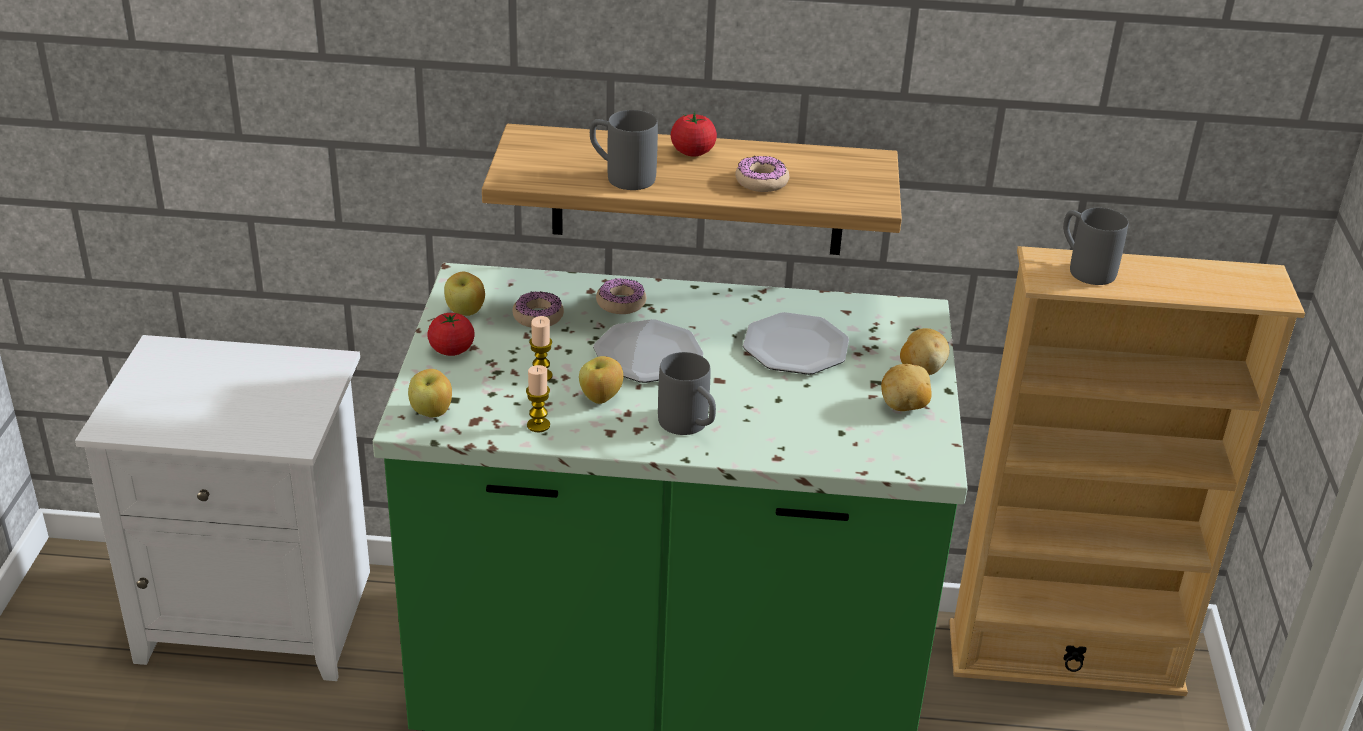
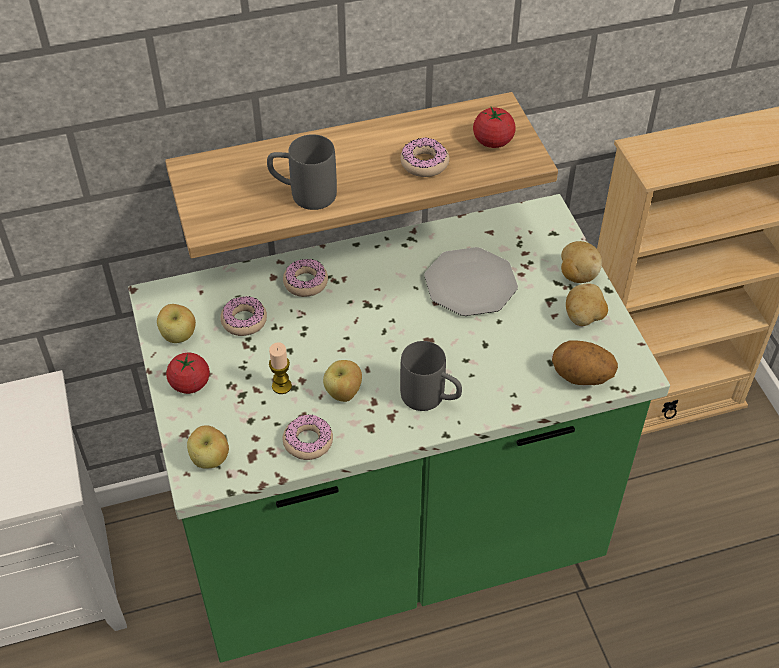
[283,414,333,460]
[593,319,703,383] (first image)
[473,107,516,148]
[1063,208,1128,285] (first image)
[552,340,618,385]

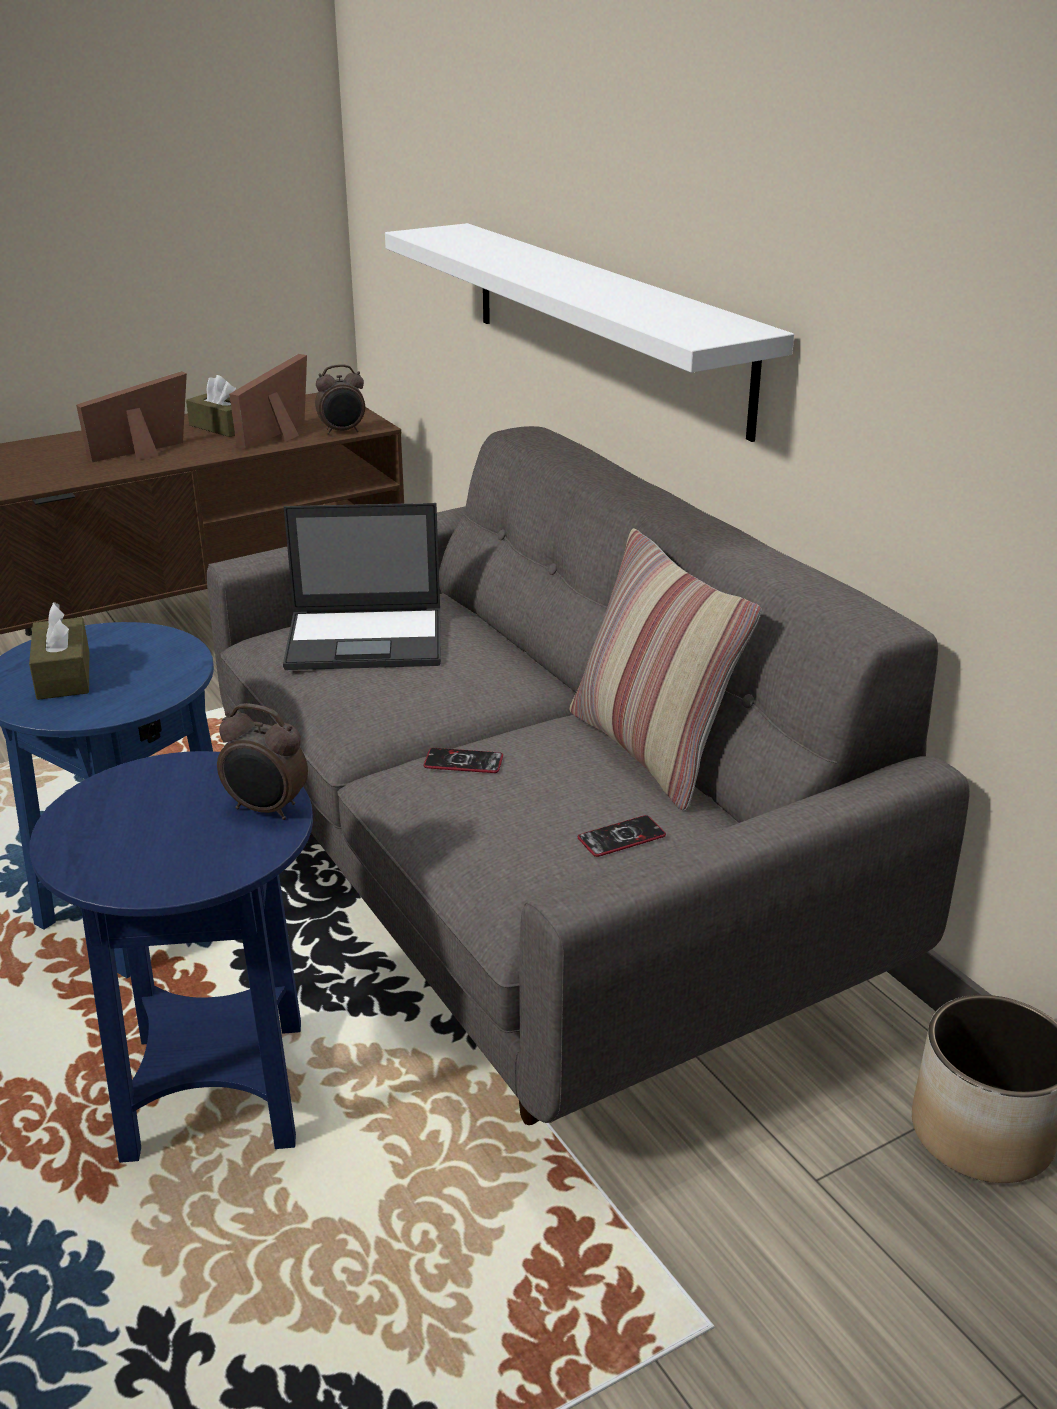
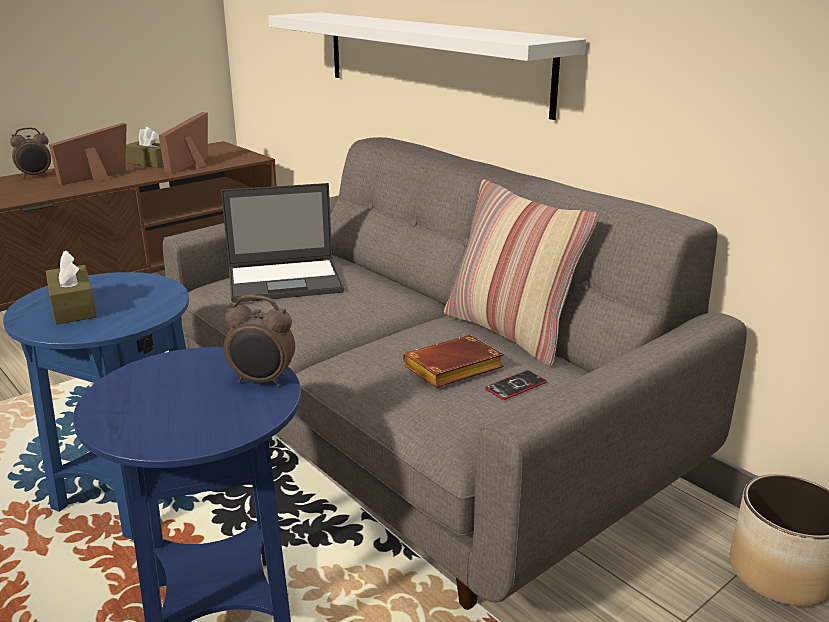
[10,127,51,179]
[423,748,503,773] (first image)
[403,335,504,388]

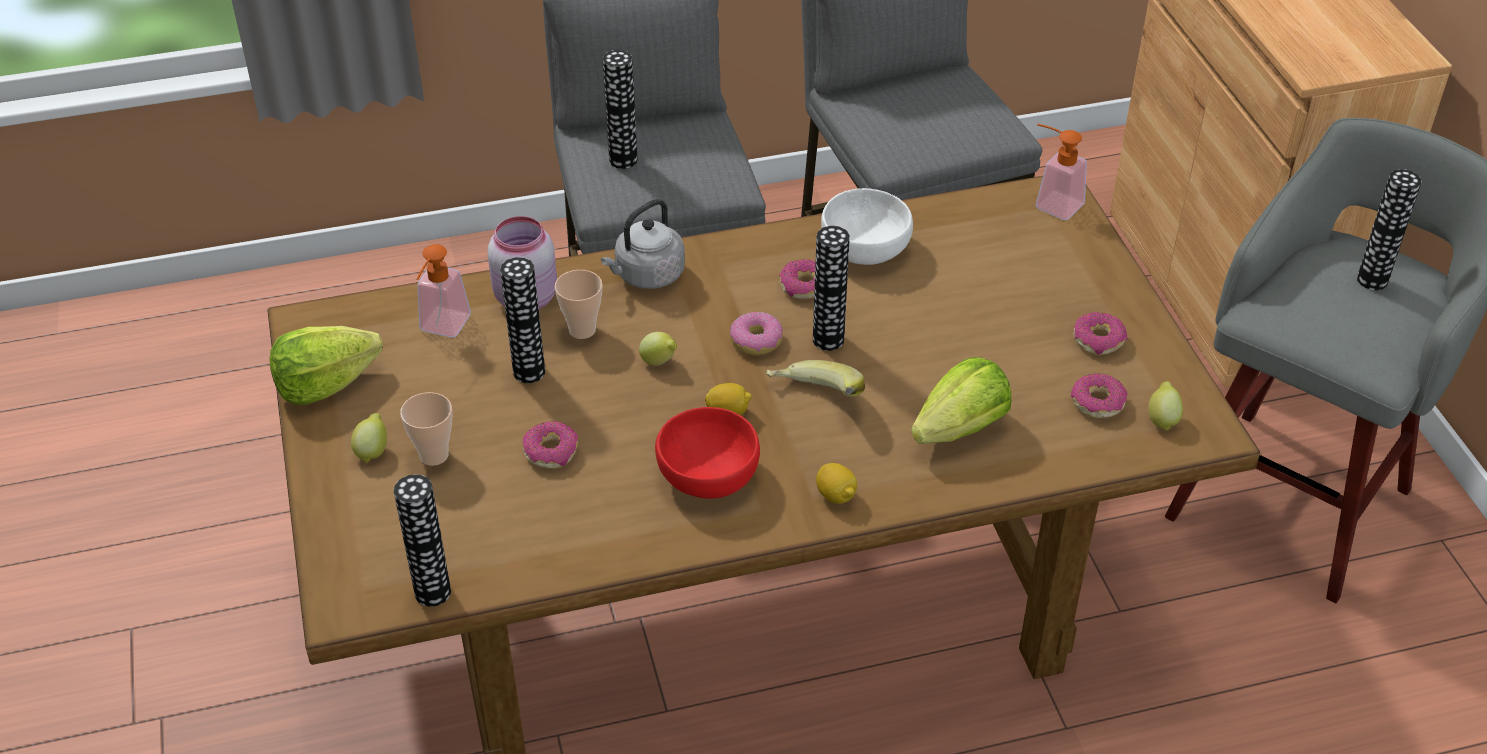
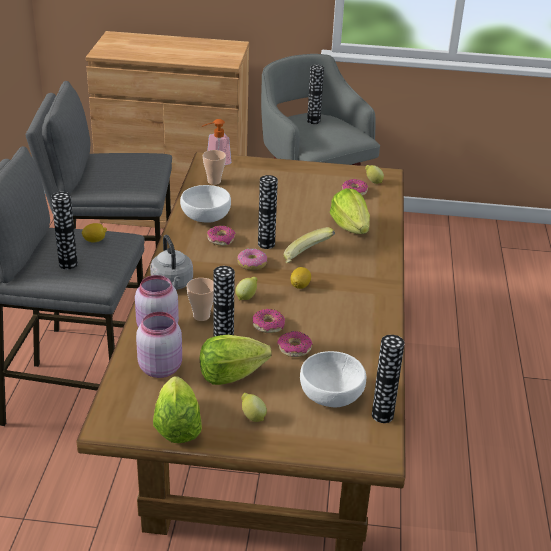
[203,150,226,185]
[136,312,182,378]
[655,407,760,499] (first image)
[82,223,107,243]
[253,309,285,333]
[200,335,272,385]
[300,351,367,408]

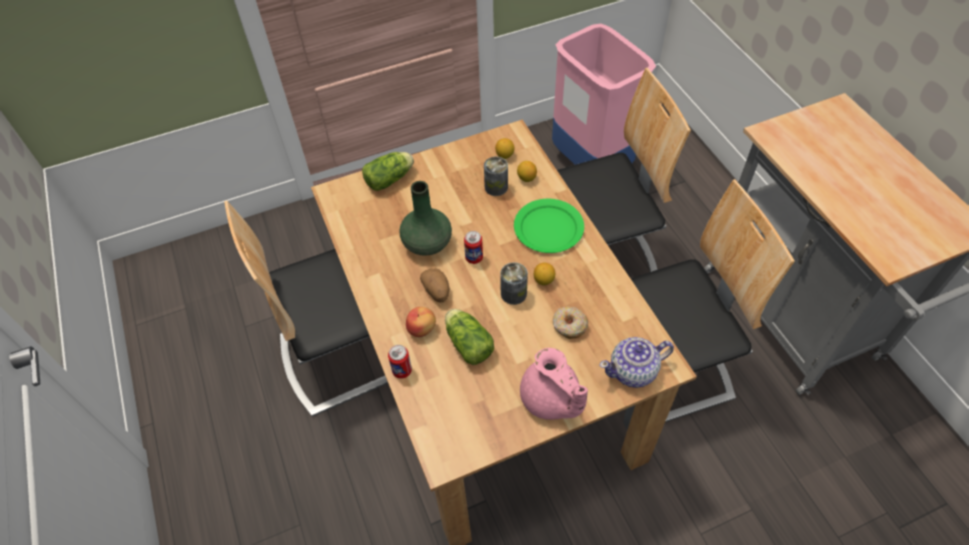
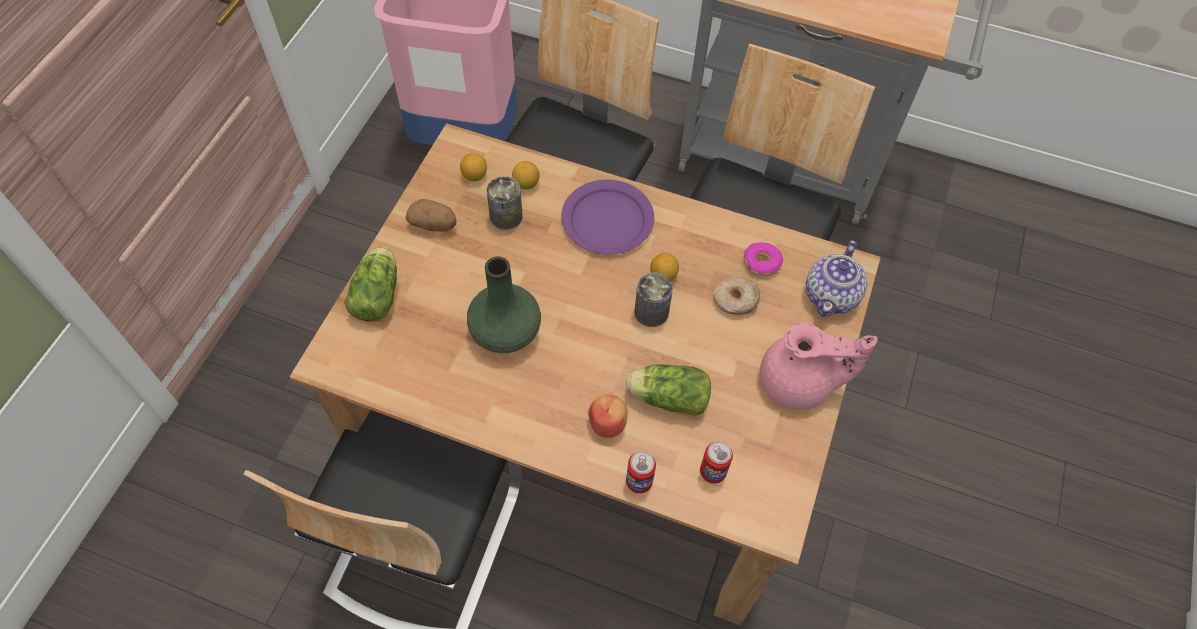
[406,199,457,232]
[700,441,733,484]
[561,179,654,254]
[744,242,783,277]

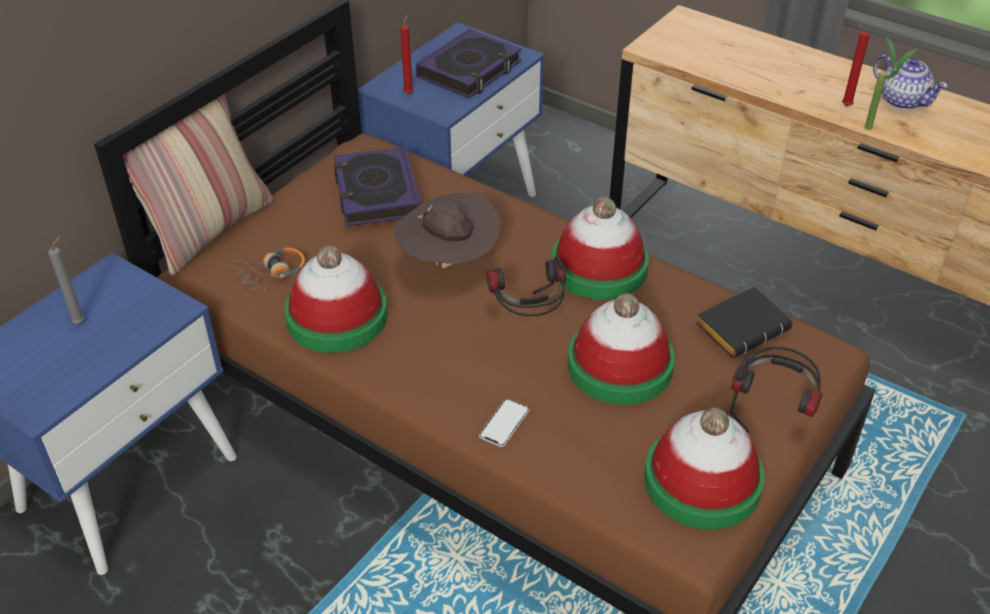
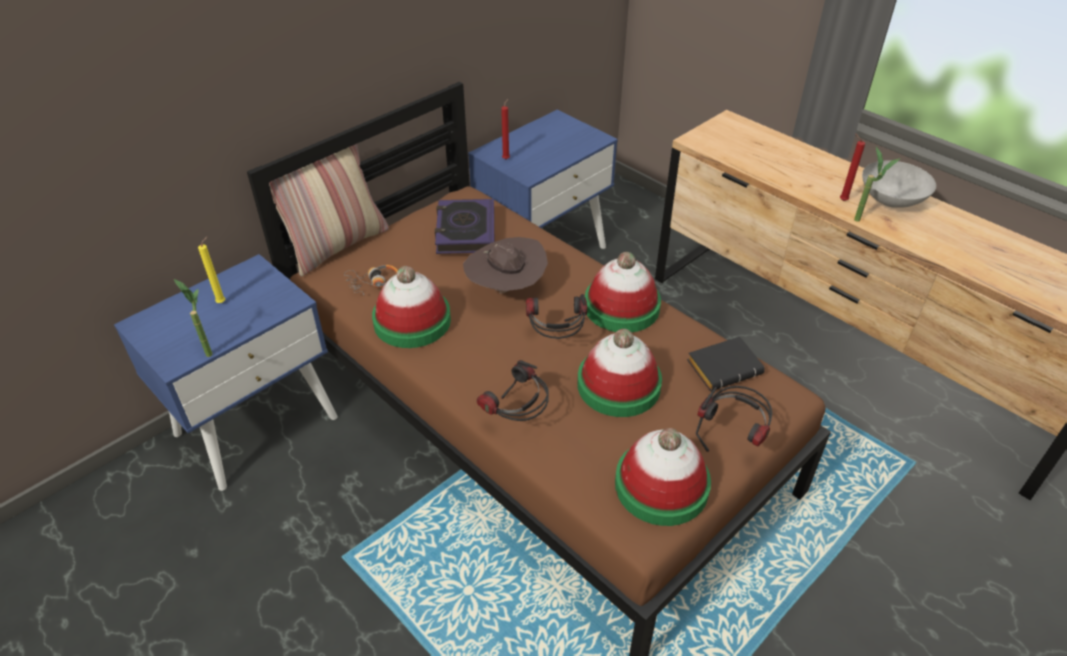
[198,236,225,303]
[416,29,521,98] (first image)
[477,360,549,421]
[862,161,936,208]
[174,279,212,357]

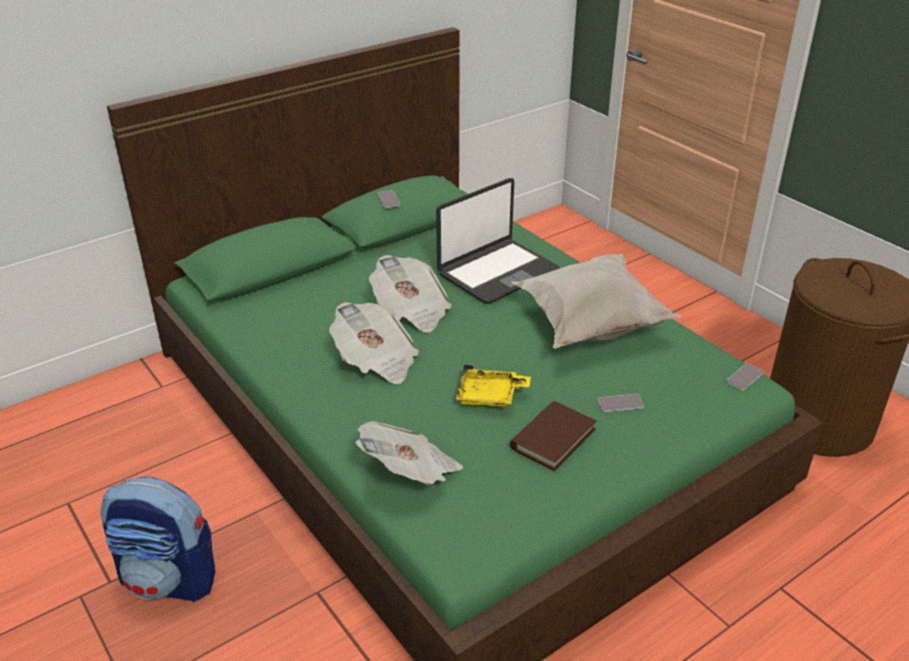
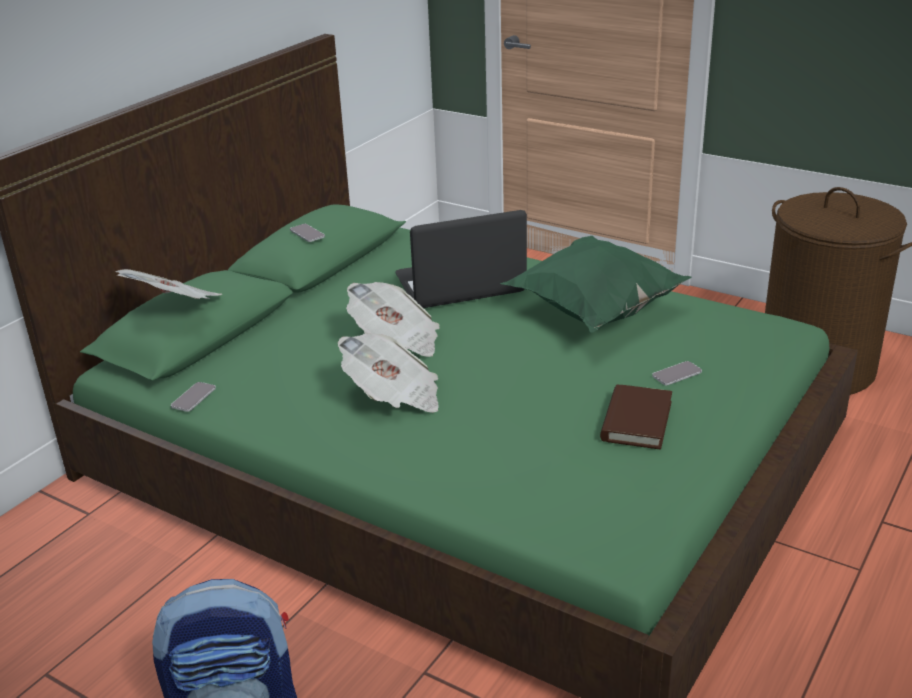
[115,269,222,299]
[395,210,527,308]
[456,364,531,407] (first image)
[500,236,692,333]
[171,382,216,412]

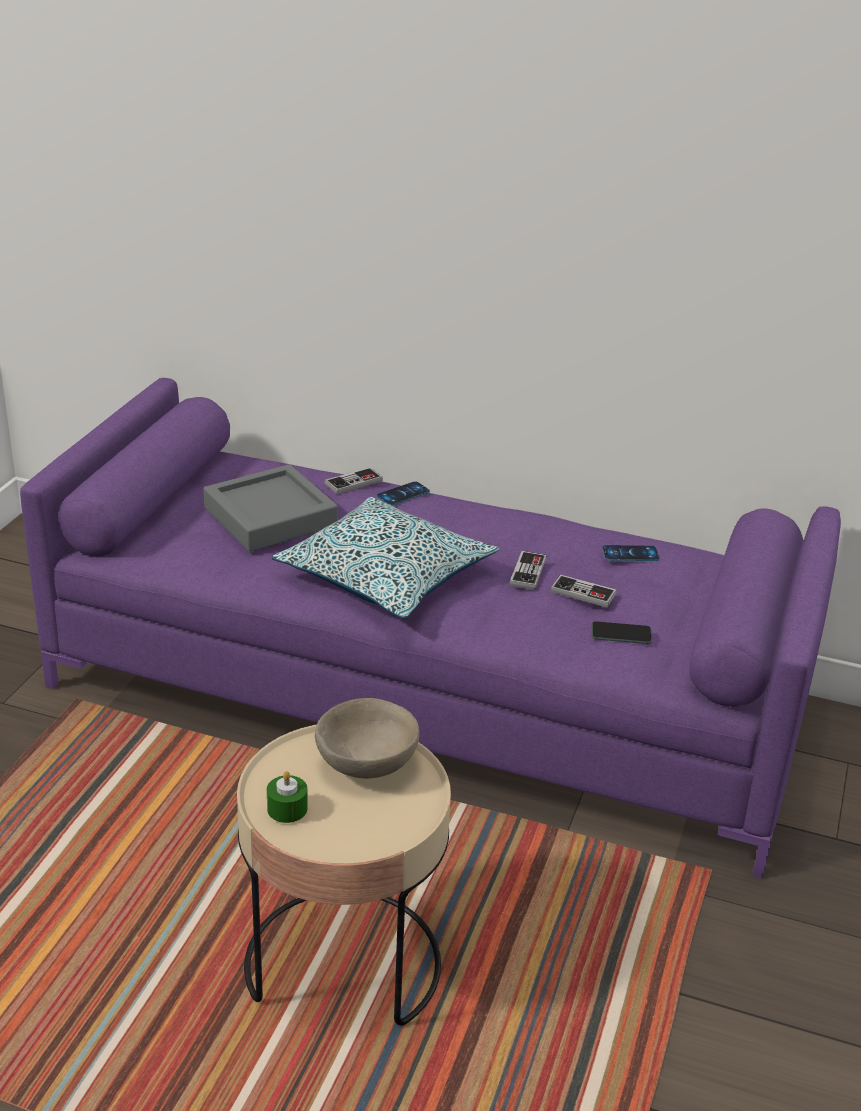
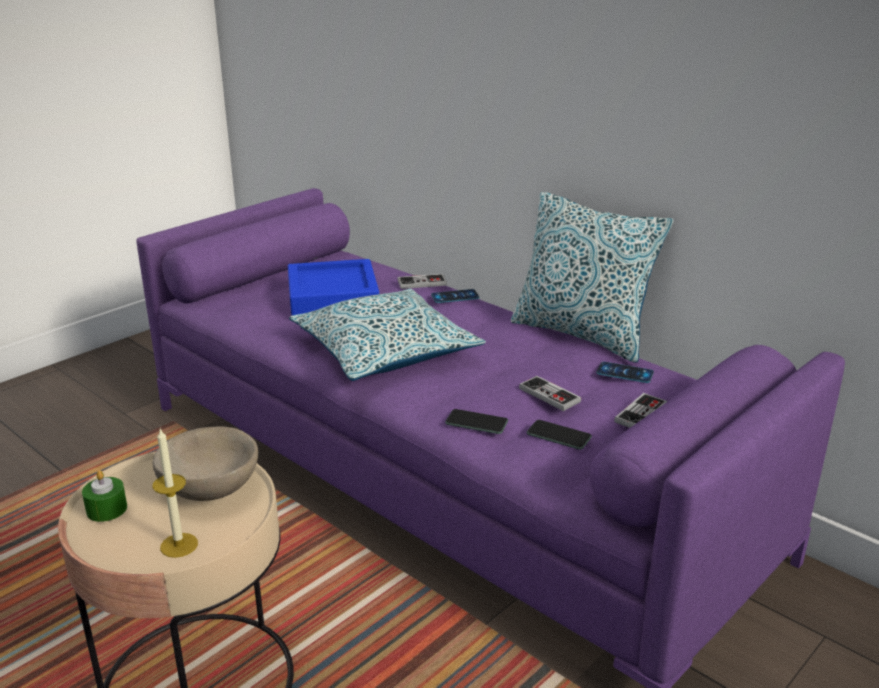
[288,259,379,316]
[614,393,667,428]
[152,428,198,558]
[445,409,508,434]
[511,192,674,363]

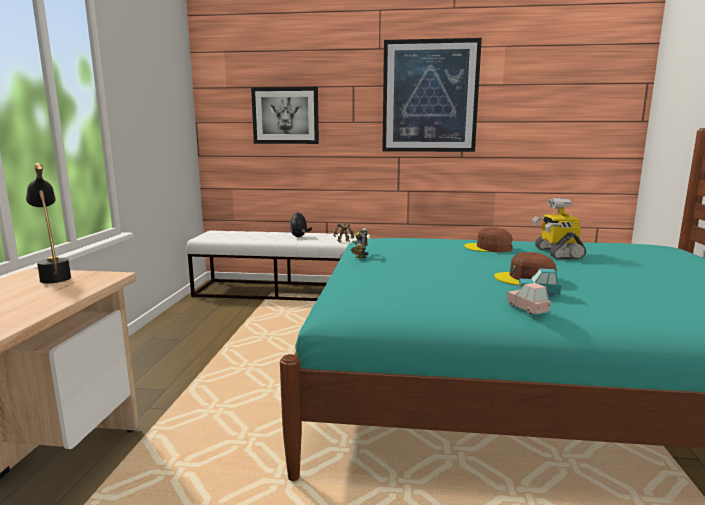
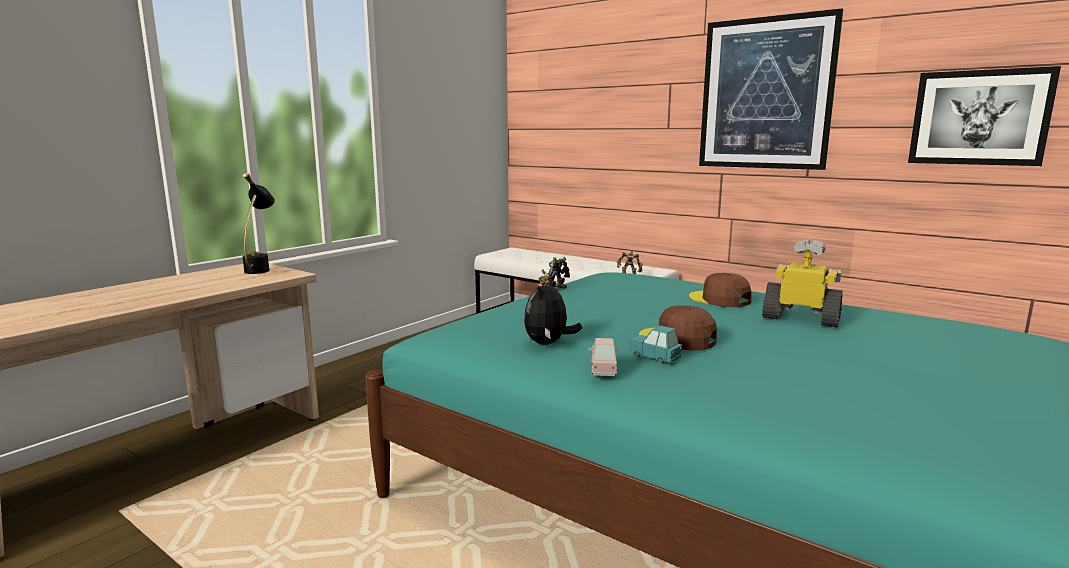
[908,66,1061,166]
[524,277,582,345]
[762,239,843,328]

